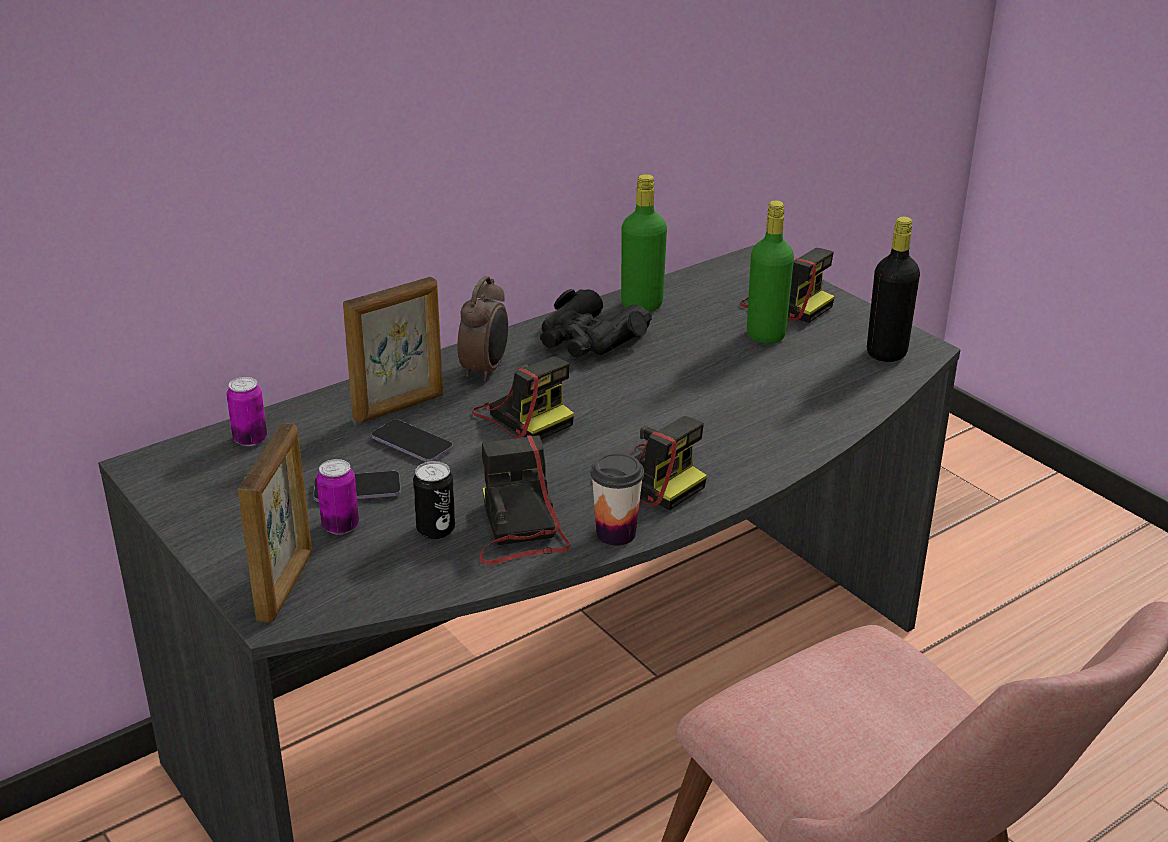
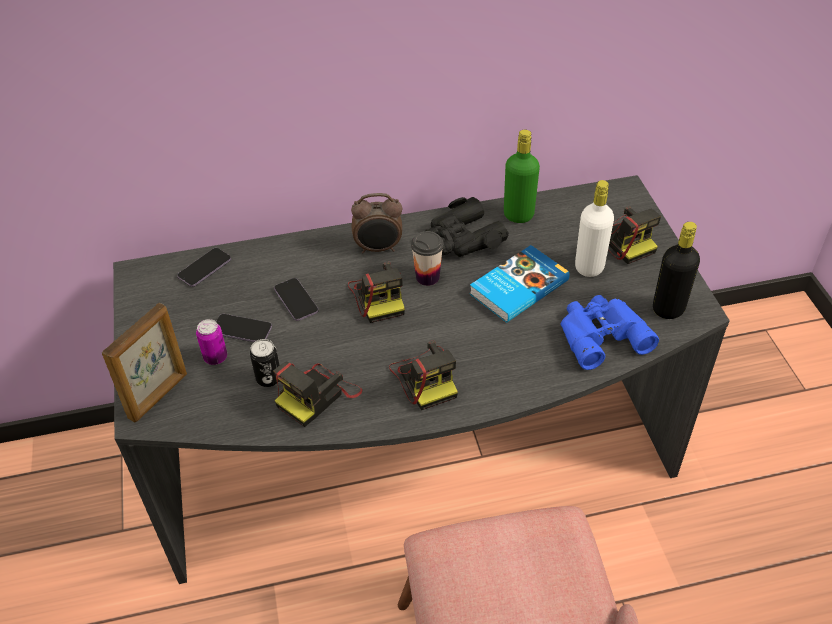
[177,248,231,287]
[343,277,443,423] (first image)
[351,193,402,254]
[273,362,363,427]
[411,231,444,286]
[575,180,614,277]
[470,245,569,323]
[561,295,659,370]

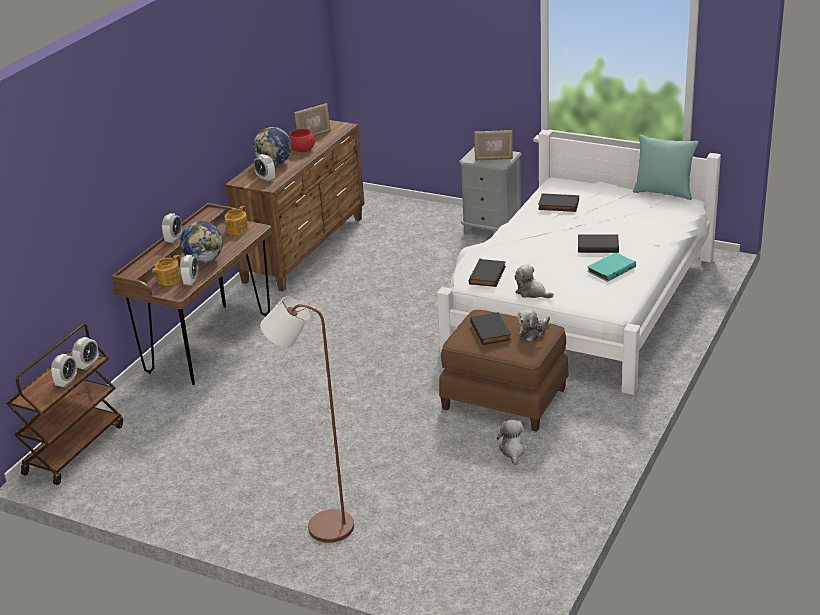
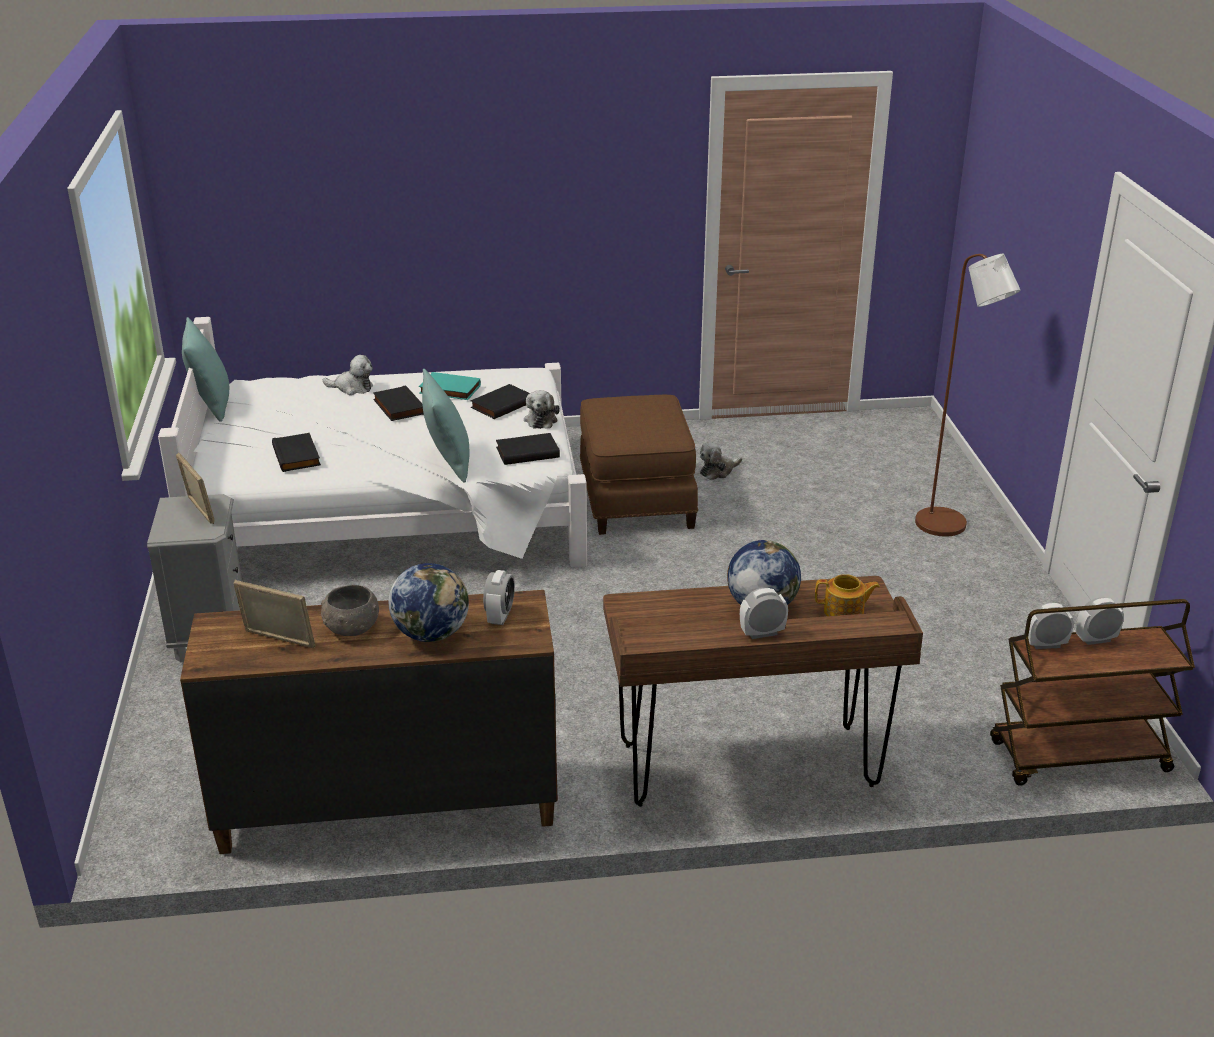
[180,255,199,286] (first image)
[225,206,249,235] (first image)
[321,585,379,636]
[470,384,530,419]
[323,355,373,395]
[422,369,470,483]

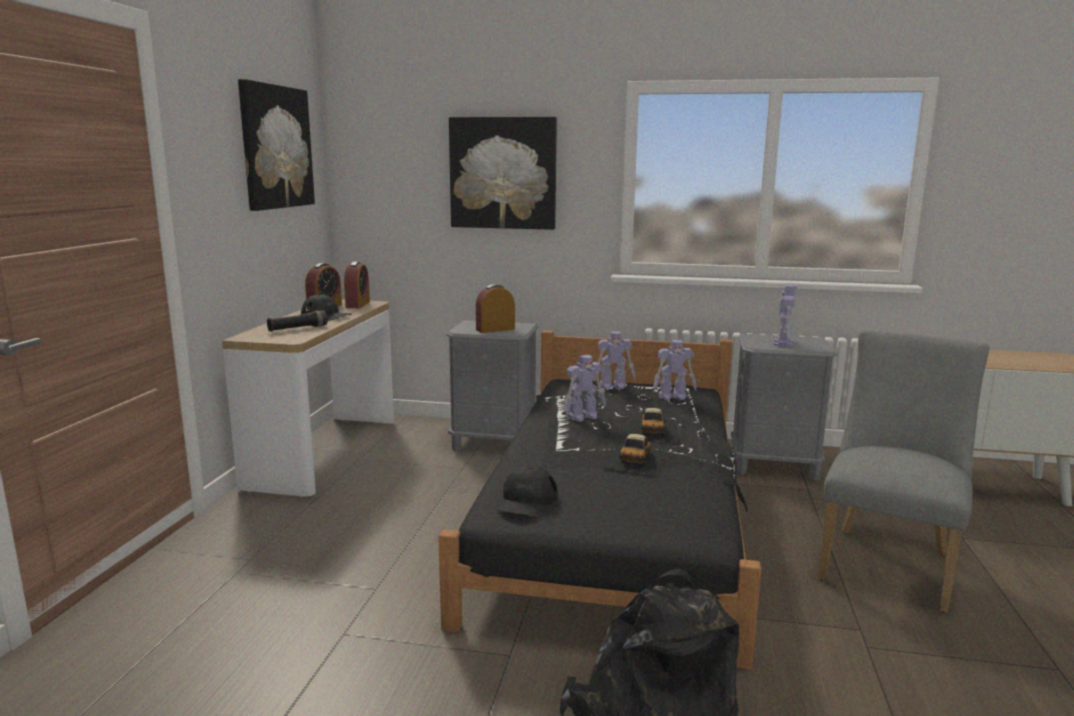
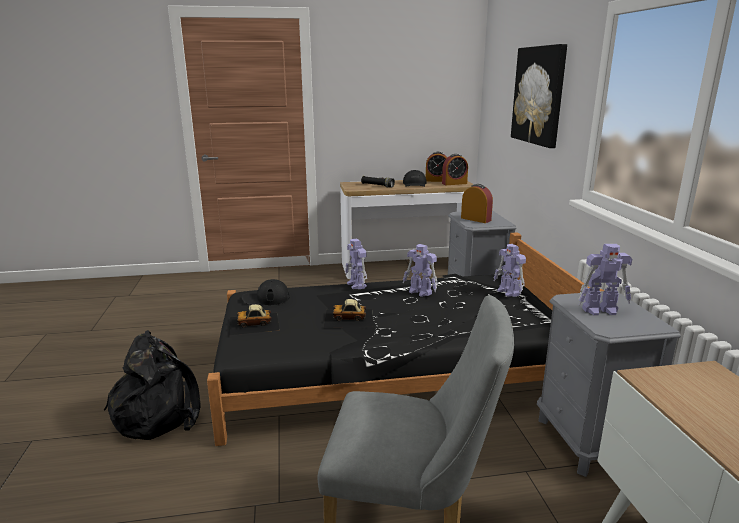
[238,79,315,211] (first image)
[229,304,279,335]
[345,238,367,289]

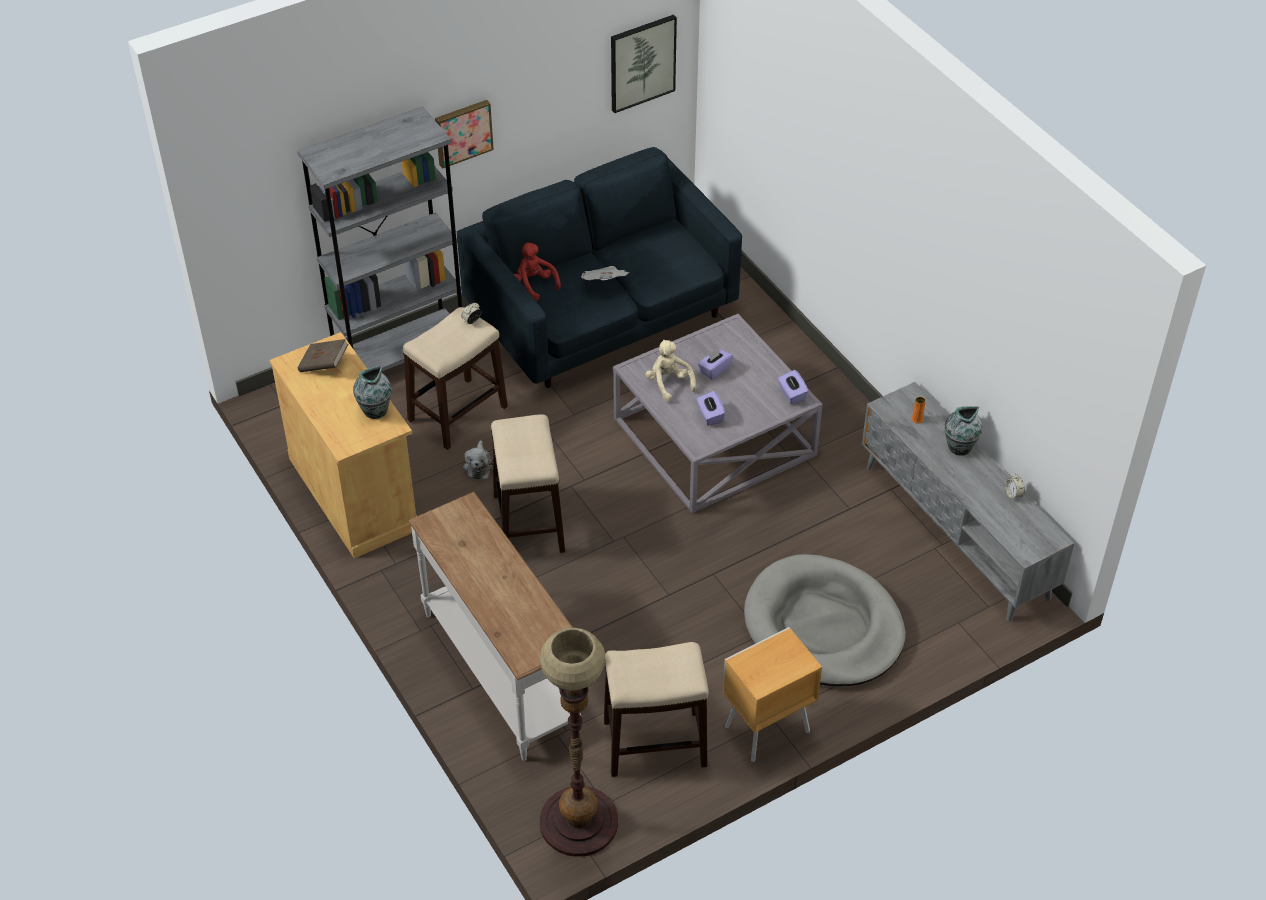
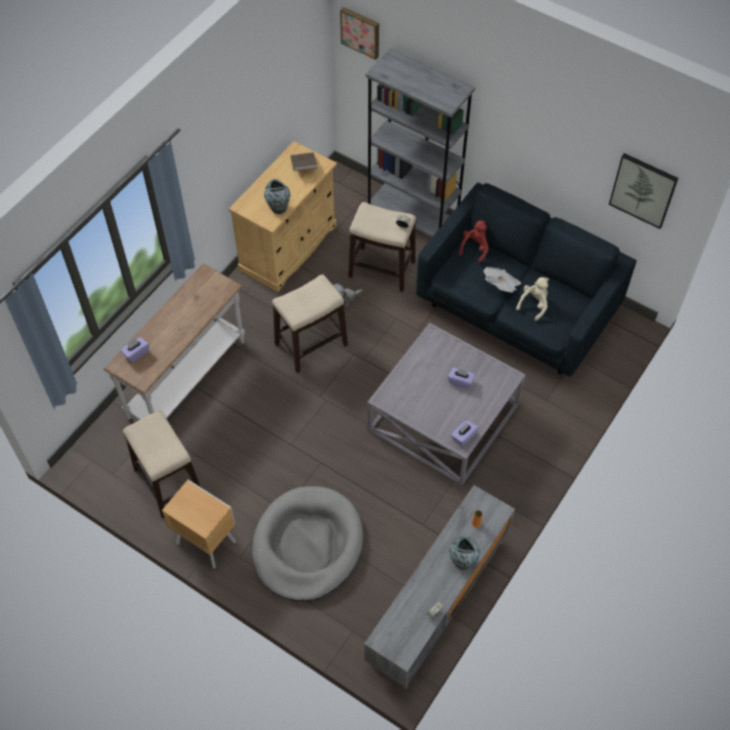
[340,7,379,60]
[540,628,618,857] (first image)
[516,277,549,321]
[121,337,149,363]

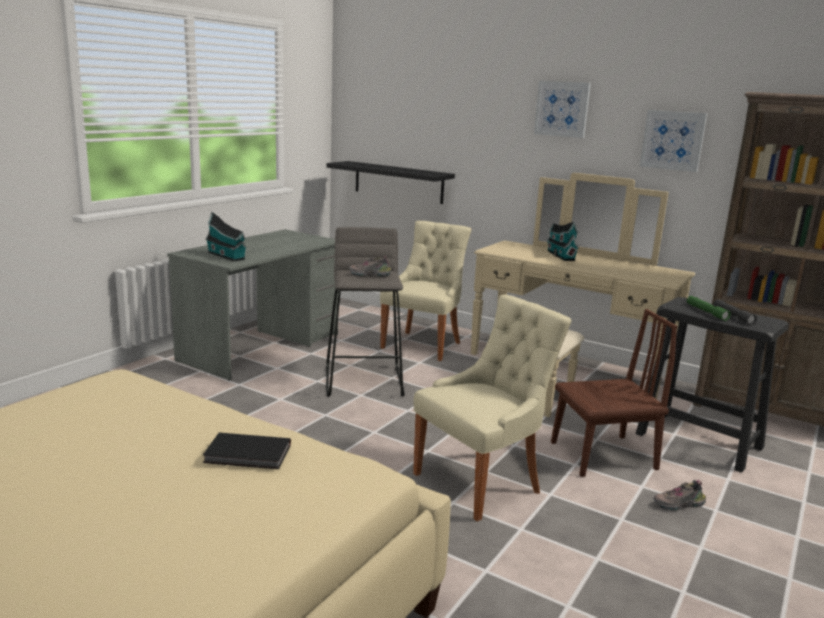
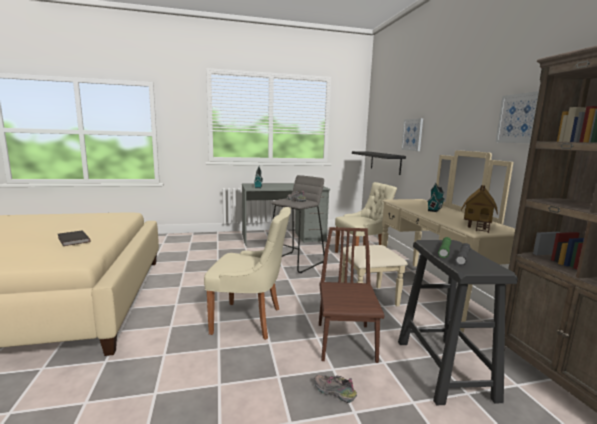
[401,118,423,151]
[319,227,385,363]
[461,185,498,233]

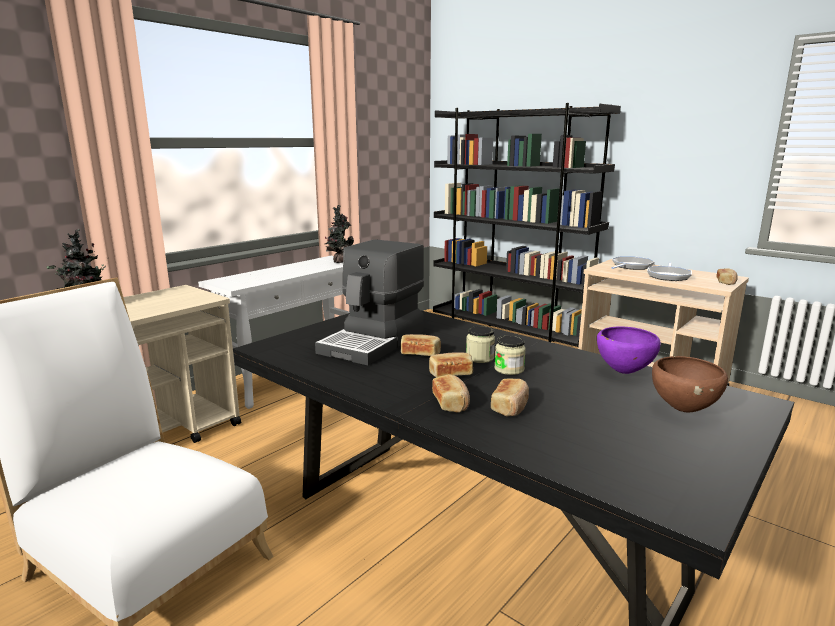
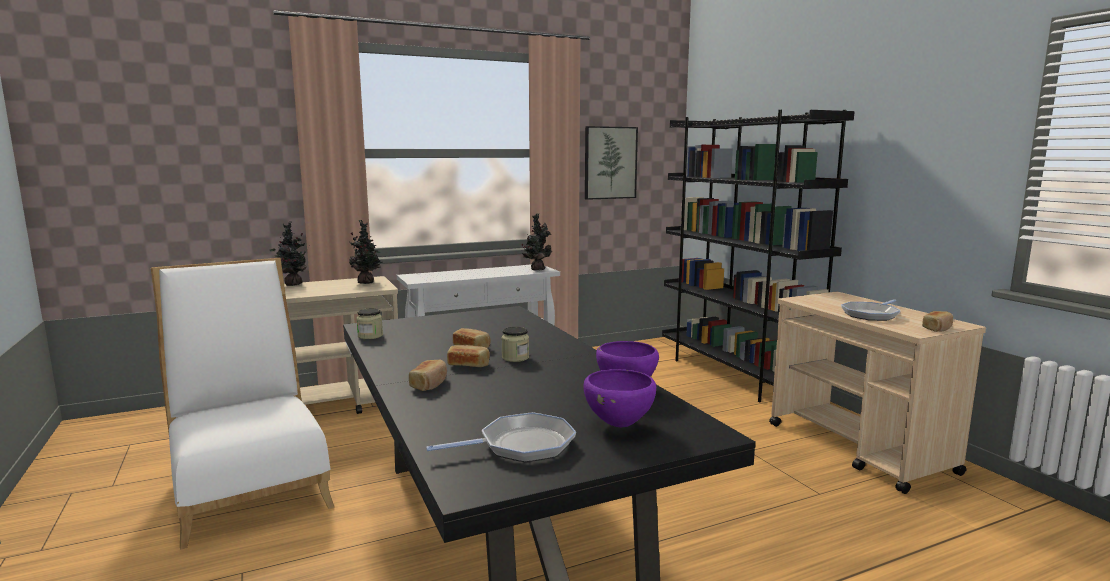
[315,239,424,365] (first image)
[491,379,529,416] (first image)
[357,308,383,339]
[426,412,576,462]
[584,369,656,427]
[349,220,383,284]
[585,126,638,200]

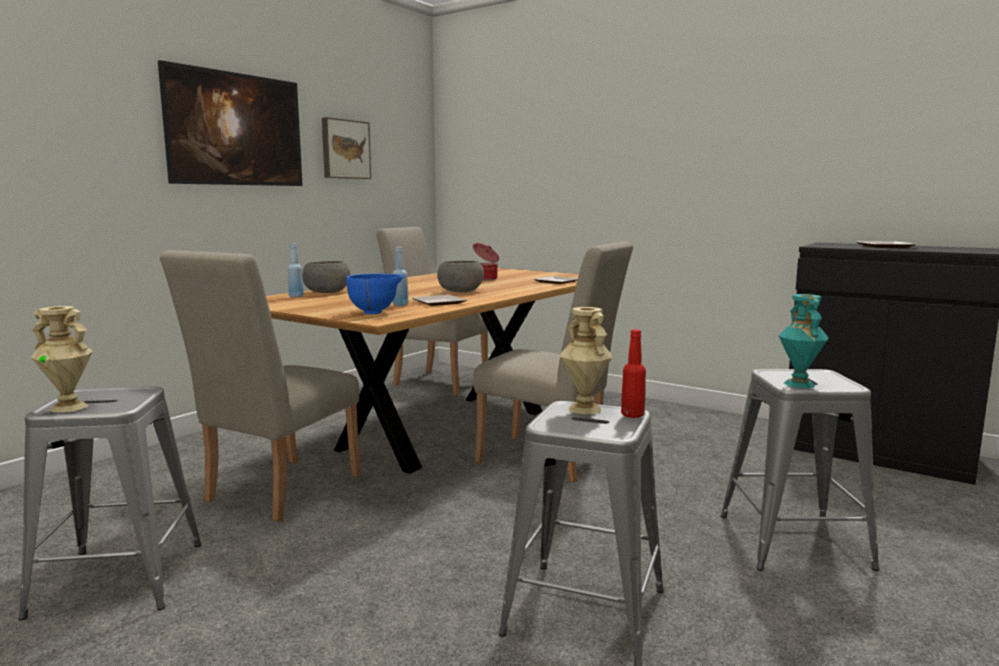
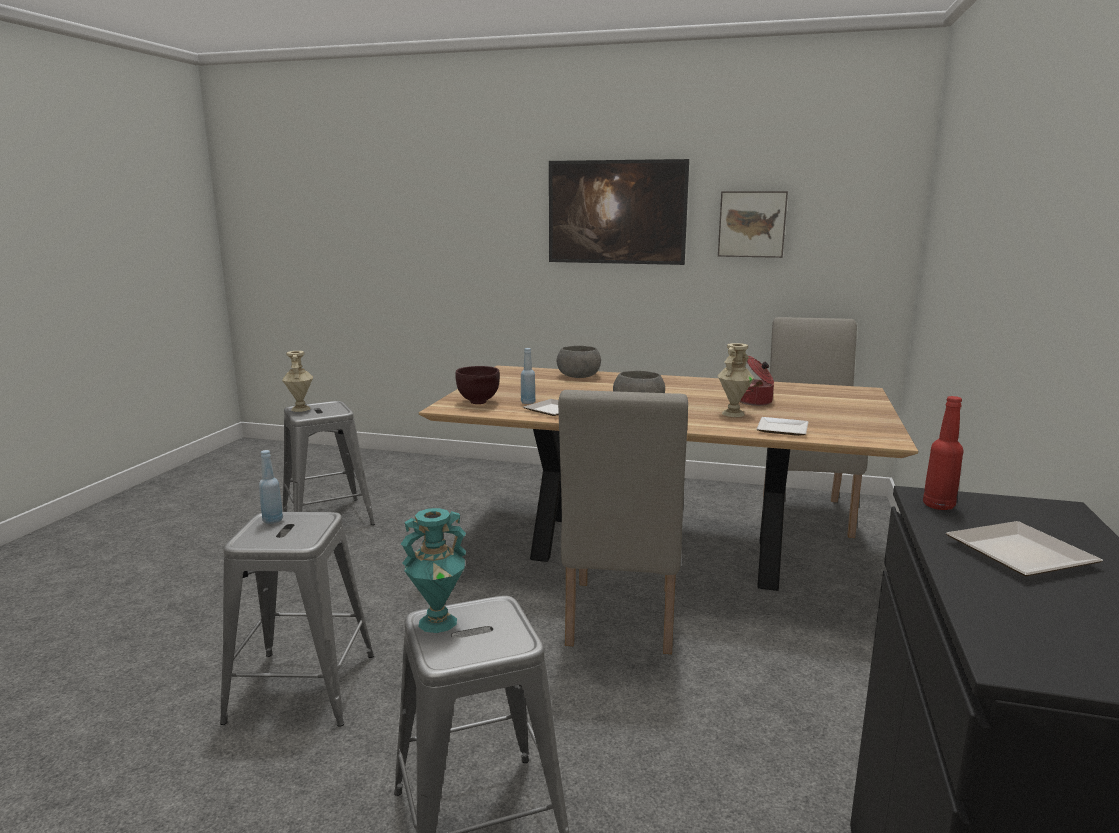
[160,250,361,522] (first image)
[259,450,283,524]
[455,366,500,404]
[717,343,754,417]
[923,396,963,510]

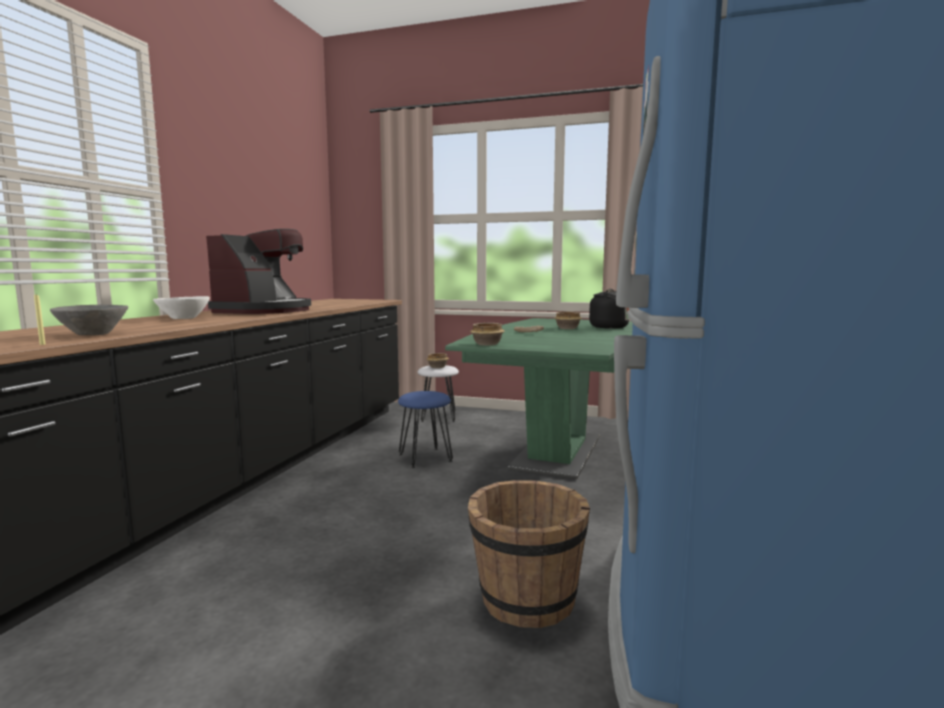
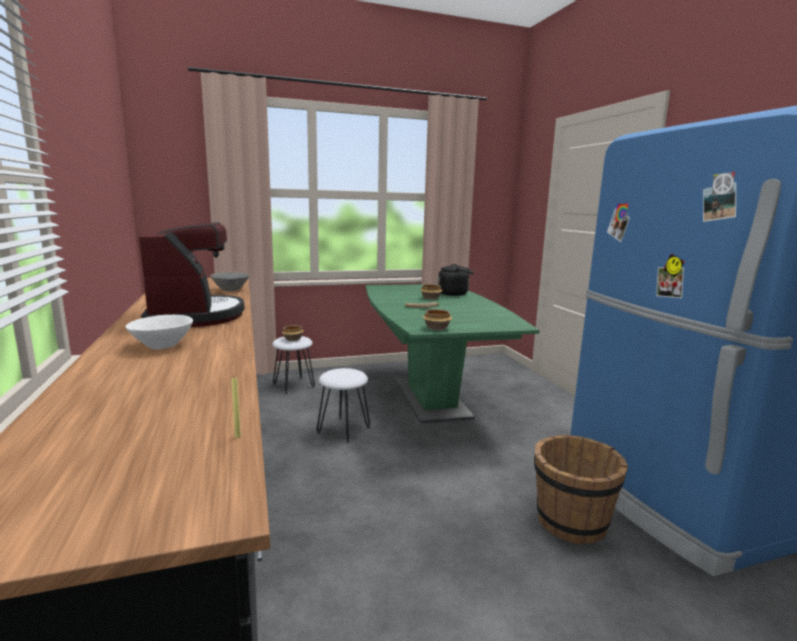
[211,272,249,291]
[317,368,370,443]

